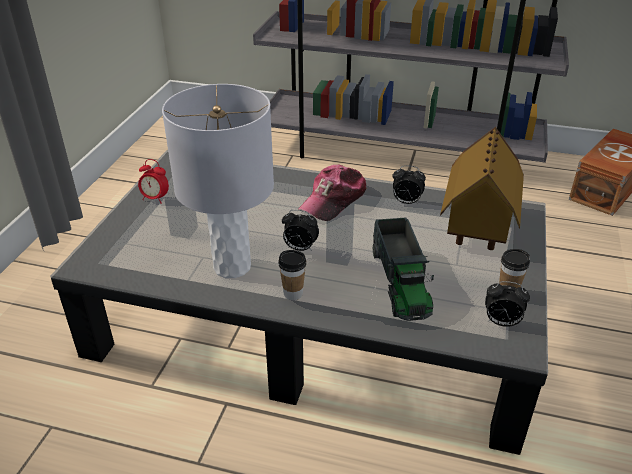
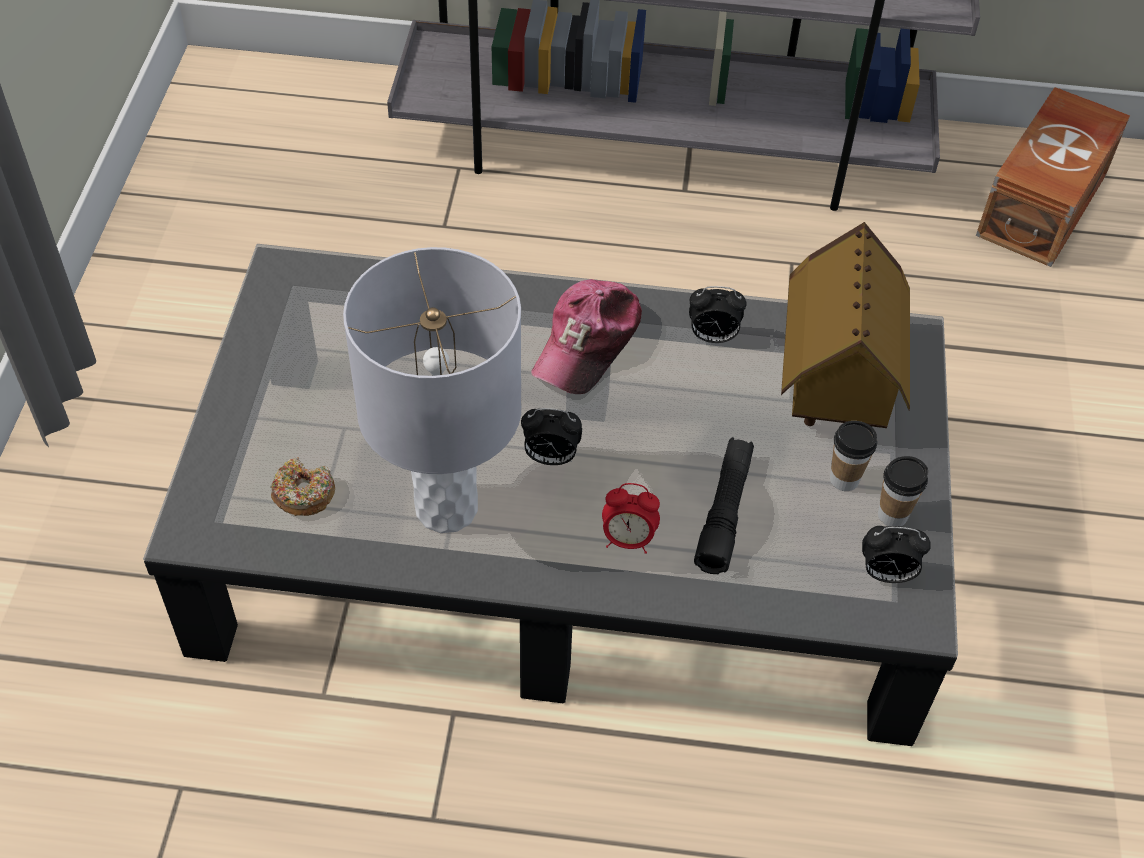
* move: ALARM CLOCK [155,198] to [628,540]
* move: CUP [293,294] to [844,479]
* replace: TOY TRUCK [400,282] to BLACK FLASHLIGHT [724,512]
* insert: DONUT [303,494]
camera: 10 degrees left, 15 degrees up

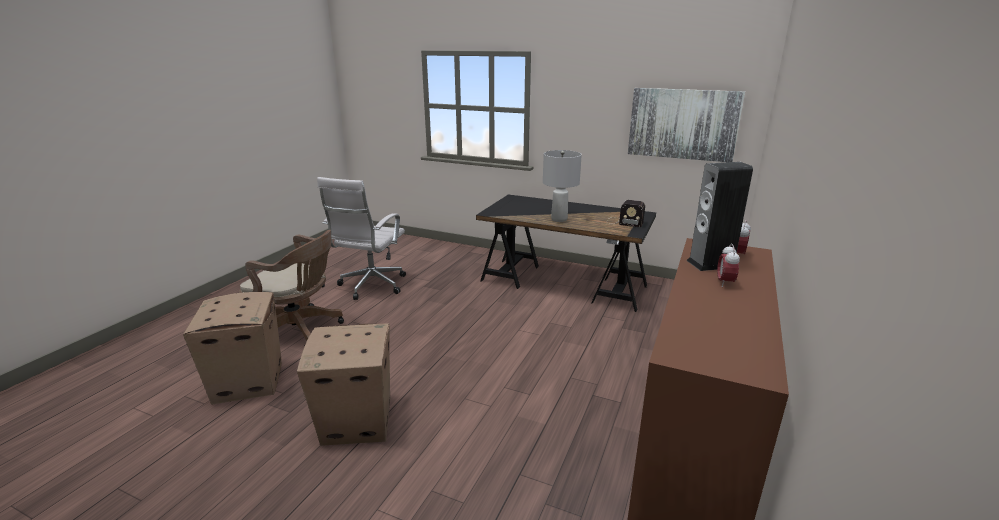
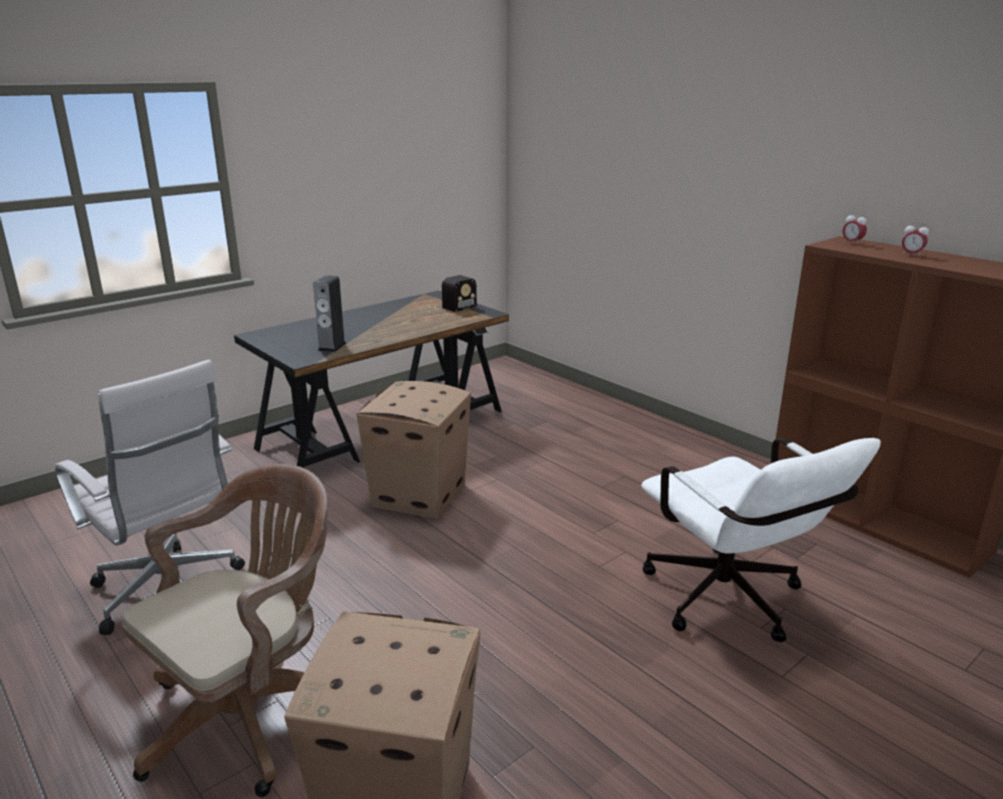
* move: CARDBOARD BOX [355,422] to [418,496]
* delete: GREY TABLE LAMP [559,219]
* delete: PICTURE [683,124]
* move: SPEAKER [711,264] to [332,347]
* insert: WHITE OFFICE CHAIR [731,604]
camera: 65 degrees left, 0 degrees up

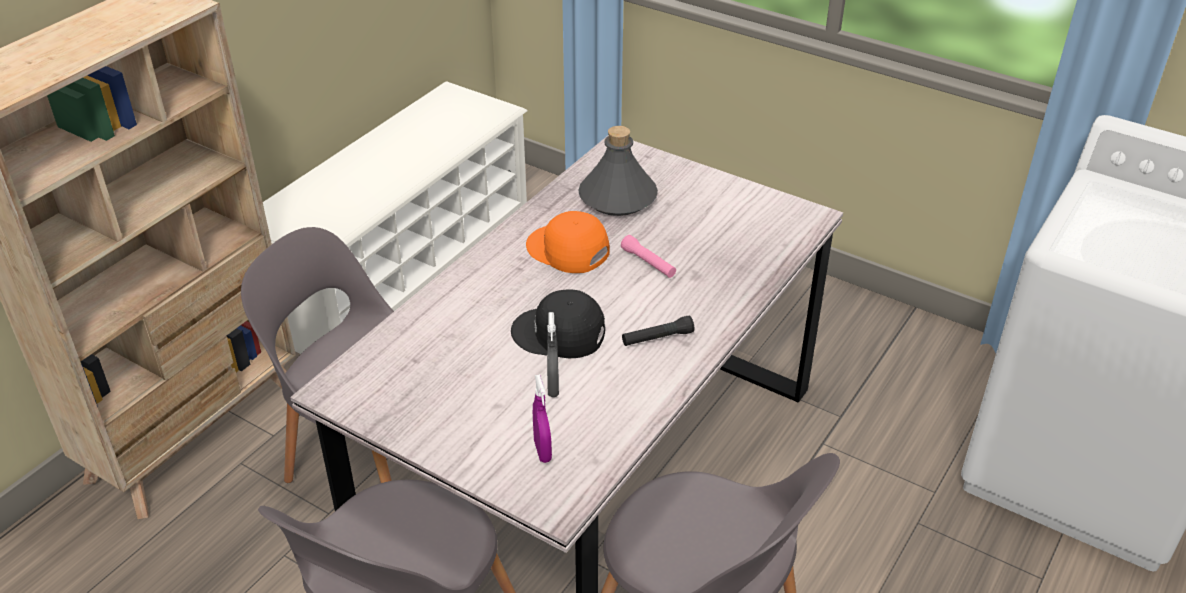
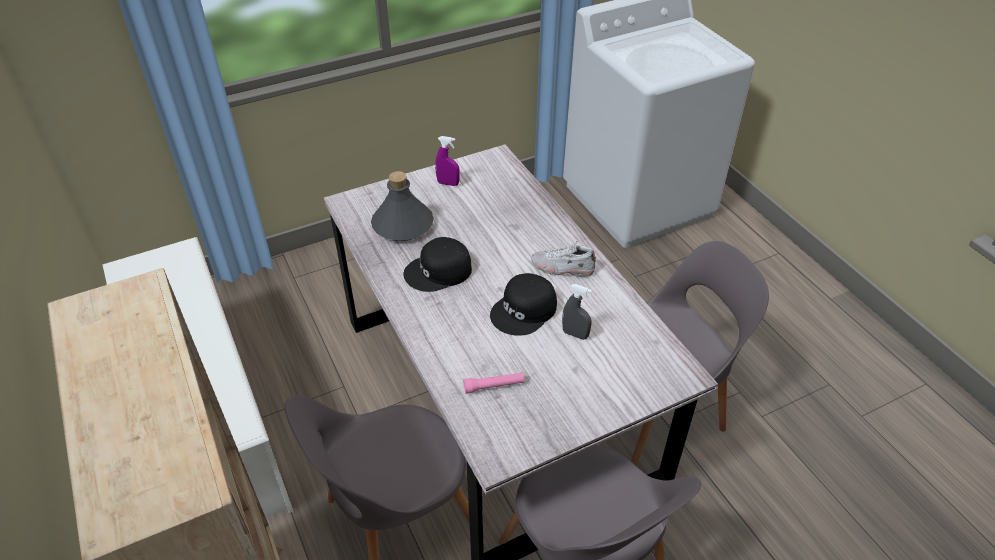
* recolor: ORANGE CAP [567,250] to BLACK CAP [439,271]
* move: PURPLE SPRAY BOTTLE [542,451] to [448,183]
* move: PINK FLASHLIGHT [648,263] to [493,386]
* replace: BLACK FLASHLIGHT [657,338] to WHITE SHOE [562,268]
camera: 60 degrees left, 5 degrees up

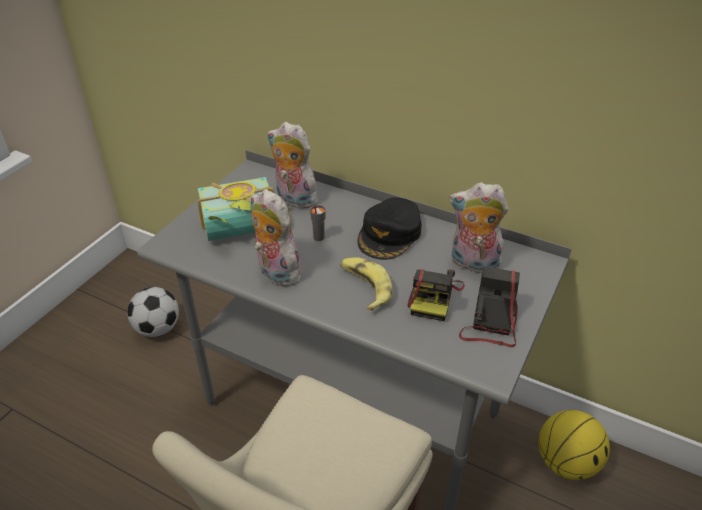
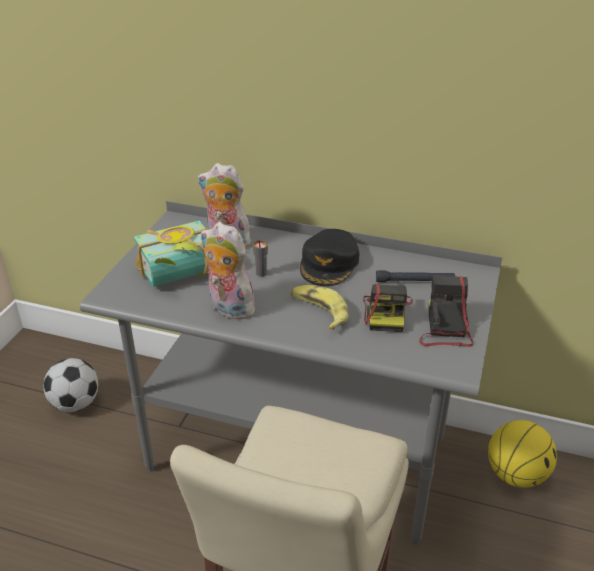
* replace: PLUSH TOY [472,264] to BLACK FLASHLIGHT [414,281]
camera: 10 degrees left, 5 degrees down

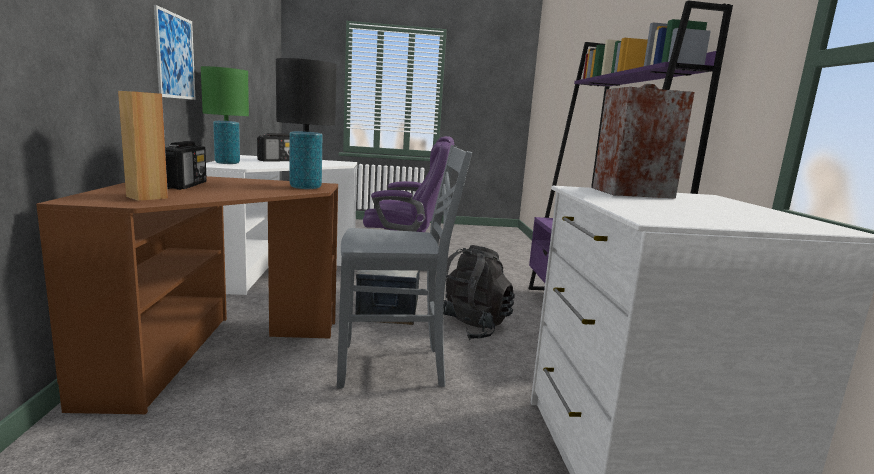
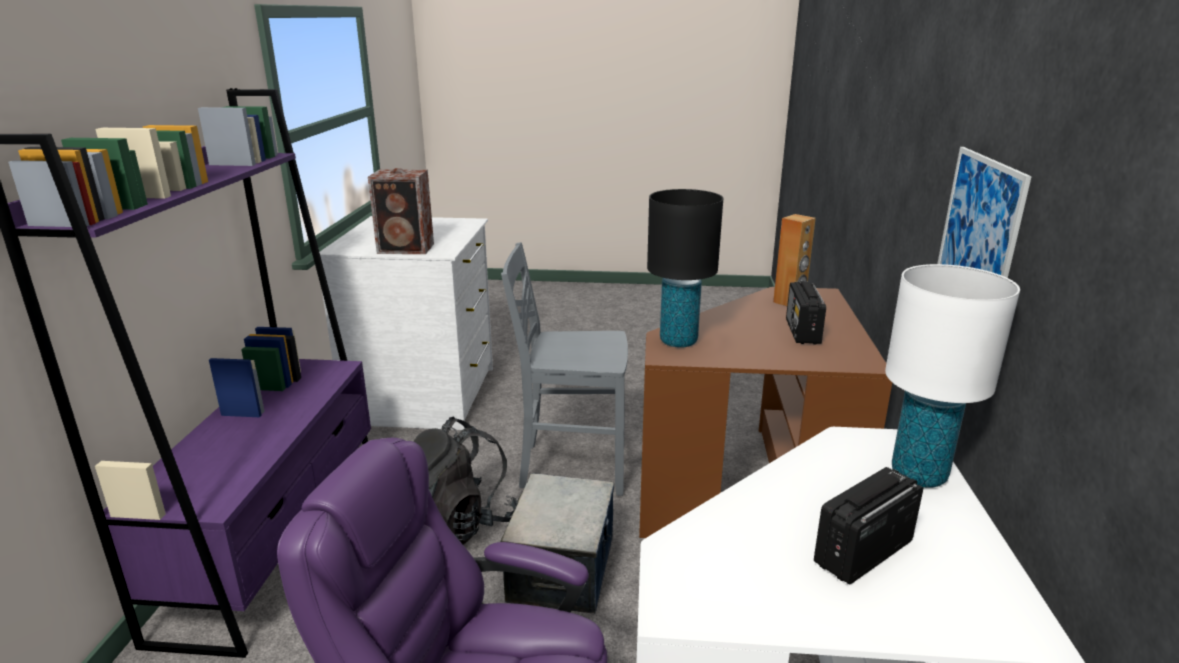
* recolor: GREEN TABLE LAMP [227,163] to WHITE TABLE LAMP [918,475]
camera: 170 degrees left, 10 degrees up

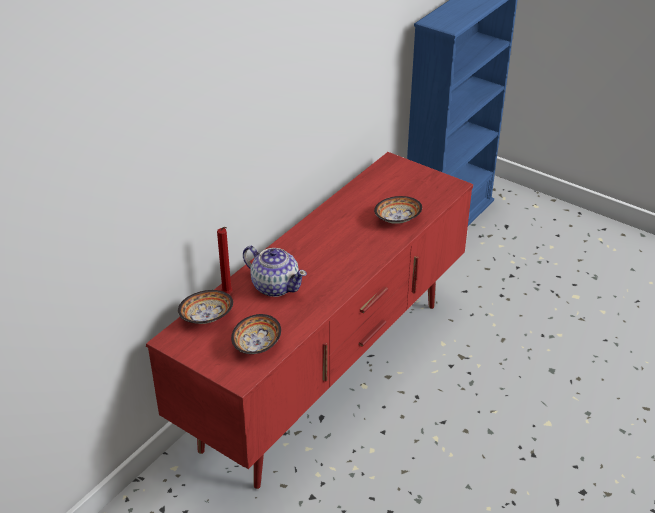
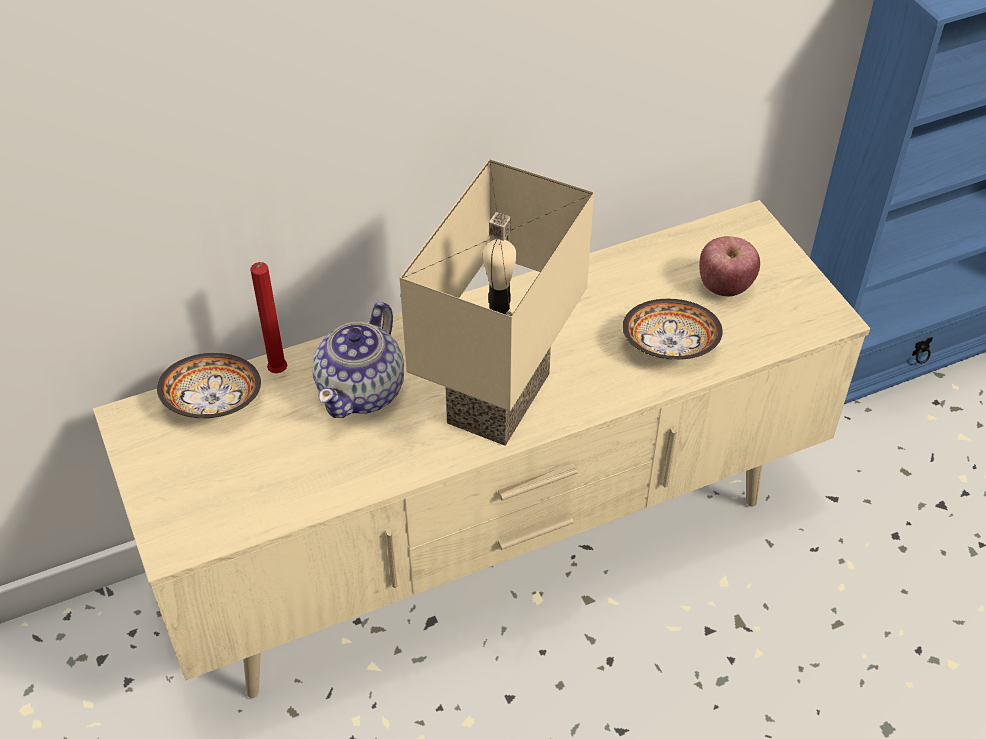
* recolor: RED TV STAND [327,375] to BEIGE TV STAND [492,549]
* delete: BOWL [255,345]
* rotate: TEAPOT [275,286] = [362,390] 45 degrees clockwise
* insert: BEIGE TABLE LAMP [503,401]
* insert: APPLE [725,286]
camera: 30 degrees right, 10 degrees up

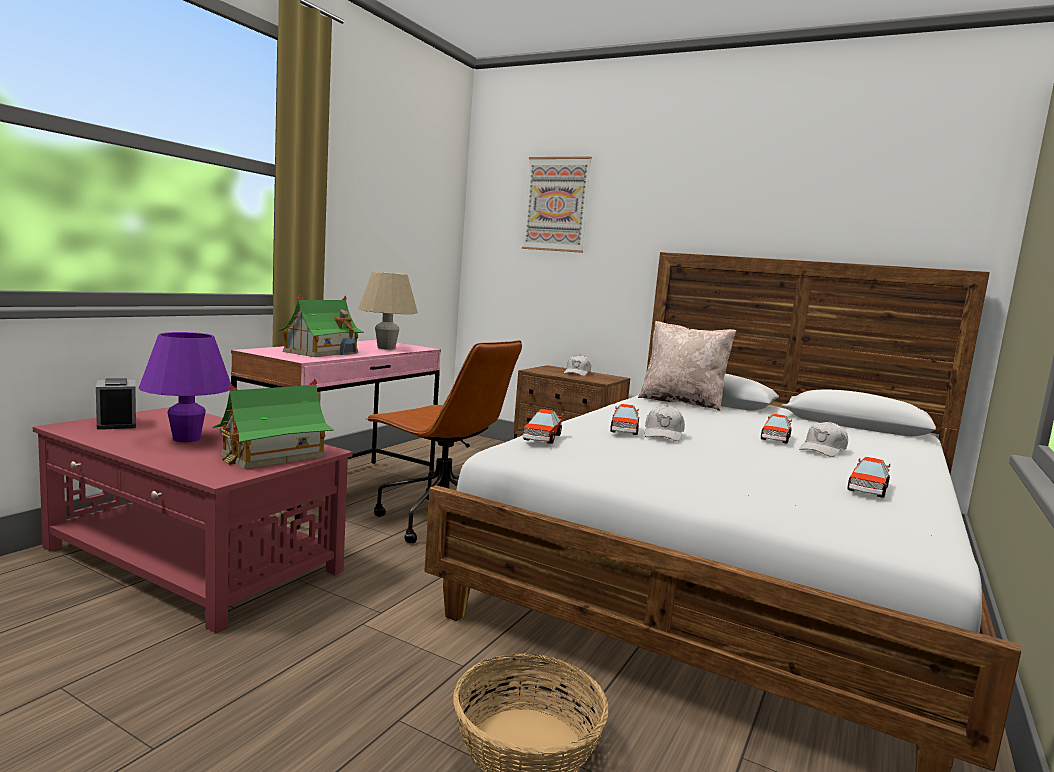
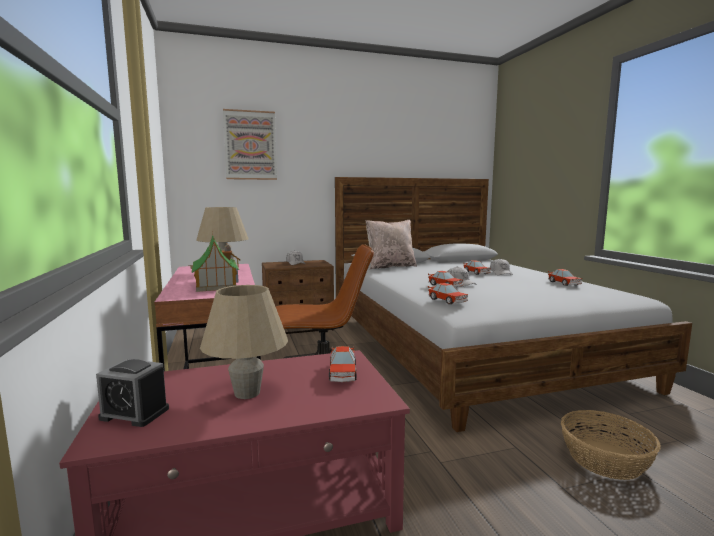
* recolor: PURPLE TABLE LAMP [186,439] to BEIGE TABLE LAMP [247,393]
* replace: TOY HOUSE [273,455] to TOY CAR [342,373]
camera: 45 degrees left, 0 degrees up

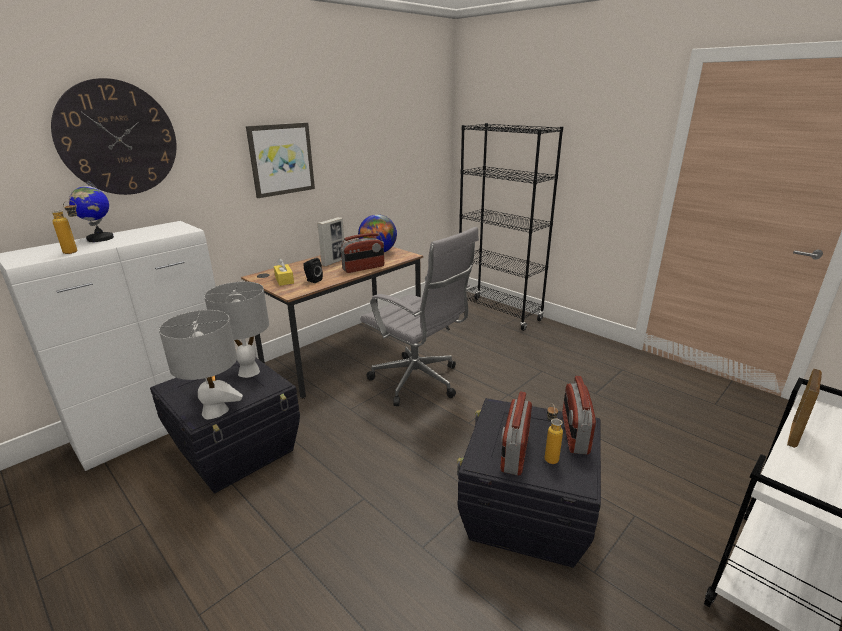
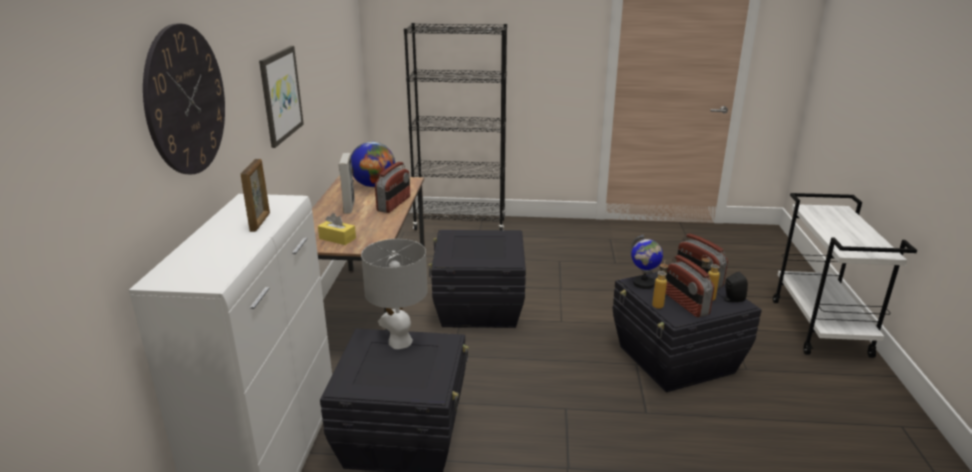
* move: BOTTLE [76,251] to [658,303]
* move: GLOBE [100,238] to [643,283]
* delete: GREY TABLE LAMP [215,411]
* move: BLACK SPEAKER [313,280] to [732,299]
* replace: GREY OFFICE CHAIR [419,382] to BLACK STORAGE BOX [478,308]
* move: PICTURE FRAME [794,434] to [260,222]
camera: 40 degrees left, 0 degrees up

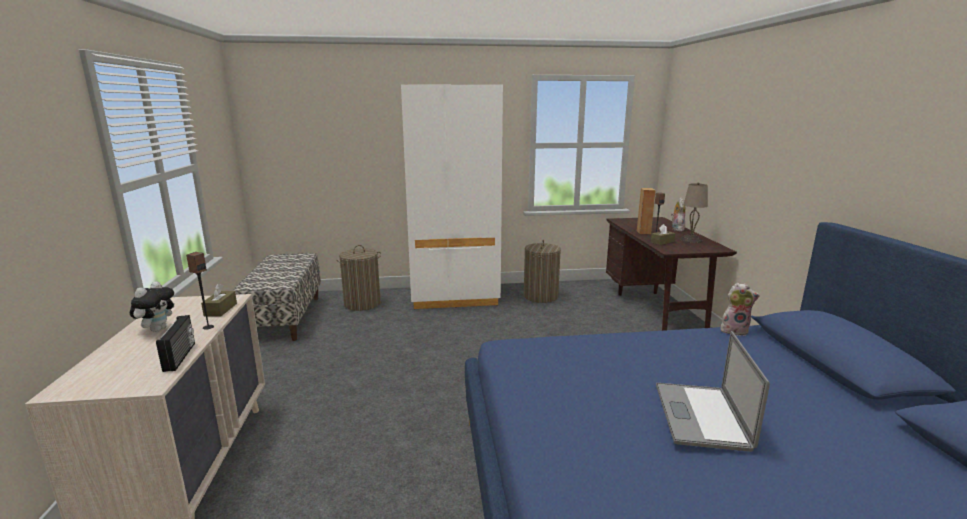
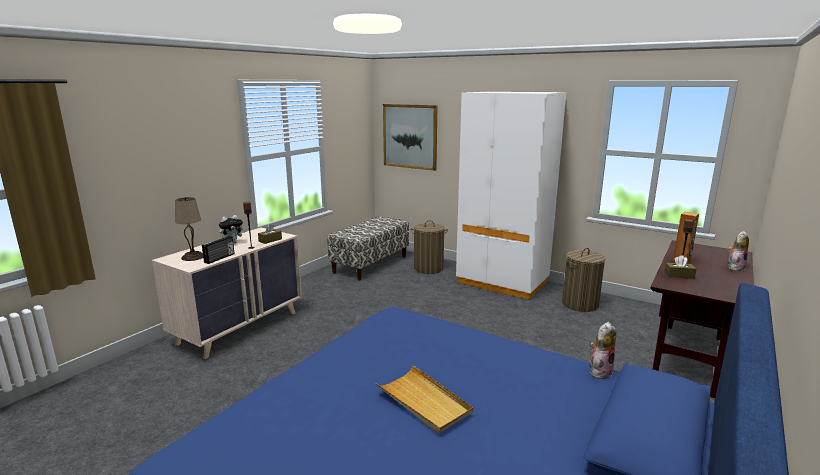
* replace: LAPTOP [701,415] to BEIGE TRAY [424,401]
* move: BEIGE TABLE LAMP [691,240] to [193,257]
* rotate: PLUSH TOY [734,330] = [599,371] 90 degrees counterclockwise
* insert: PICTURE [410,136]
camera: 40 degrees right, 0 degrees up

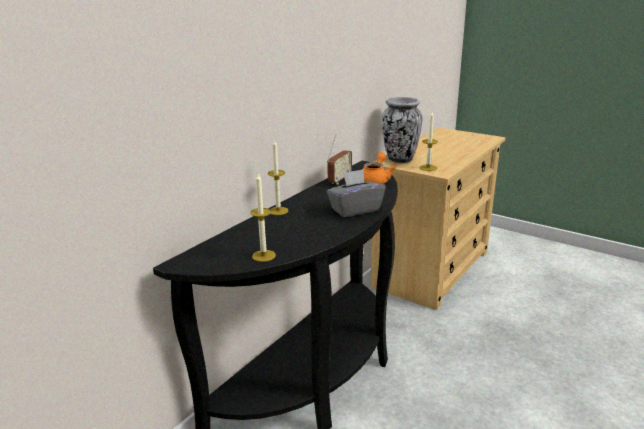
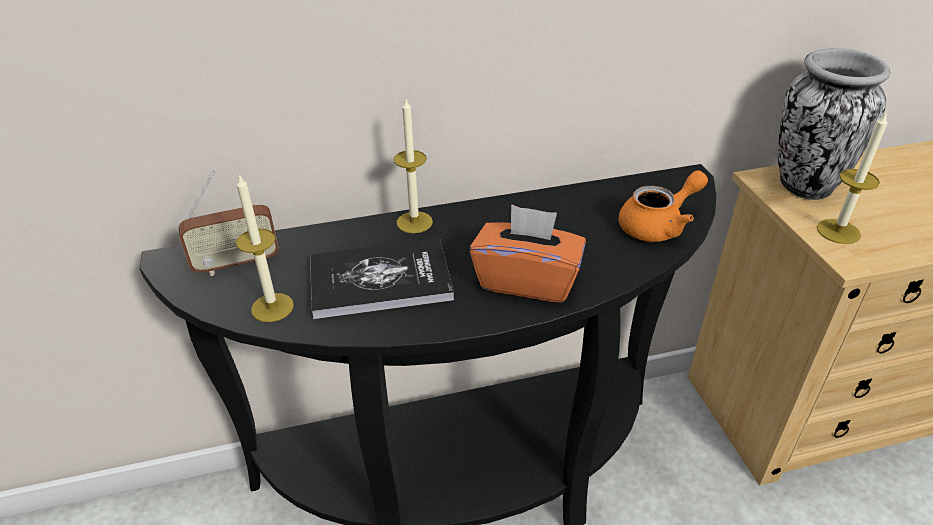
* move: RADIO [339,180] to [237,264]
* recolor: GREY TISSUE BOX [355,210] to ORANGE TISSUE BOX [527,280]
* insert: BOOK [380,280]
camera: 40 degrees right, 15 degrees up

